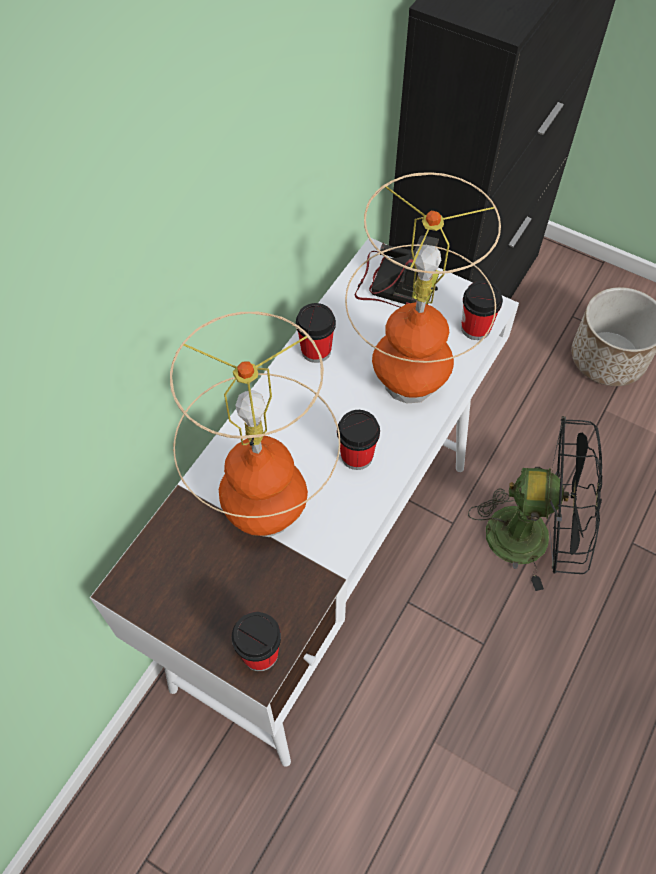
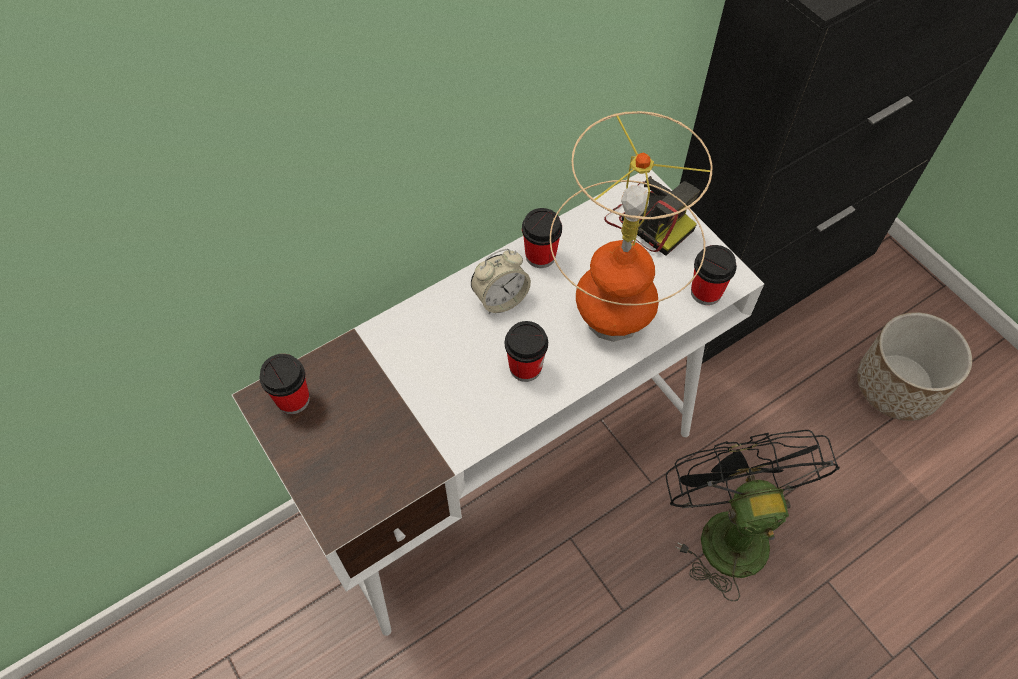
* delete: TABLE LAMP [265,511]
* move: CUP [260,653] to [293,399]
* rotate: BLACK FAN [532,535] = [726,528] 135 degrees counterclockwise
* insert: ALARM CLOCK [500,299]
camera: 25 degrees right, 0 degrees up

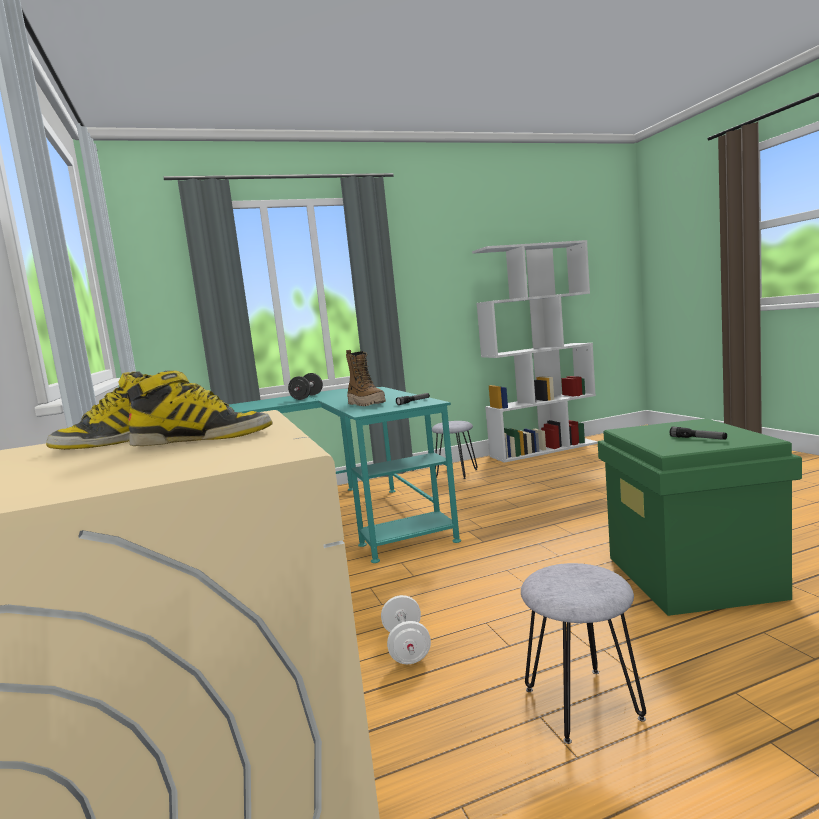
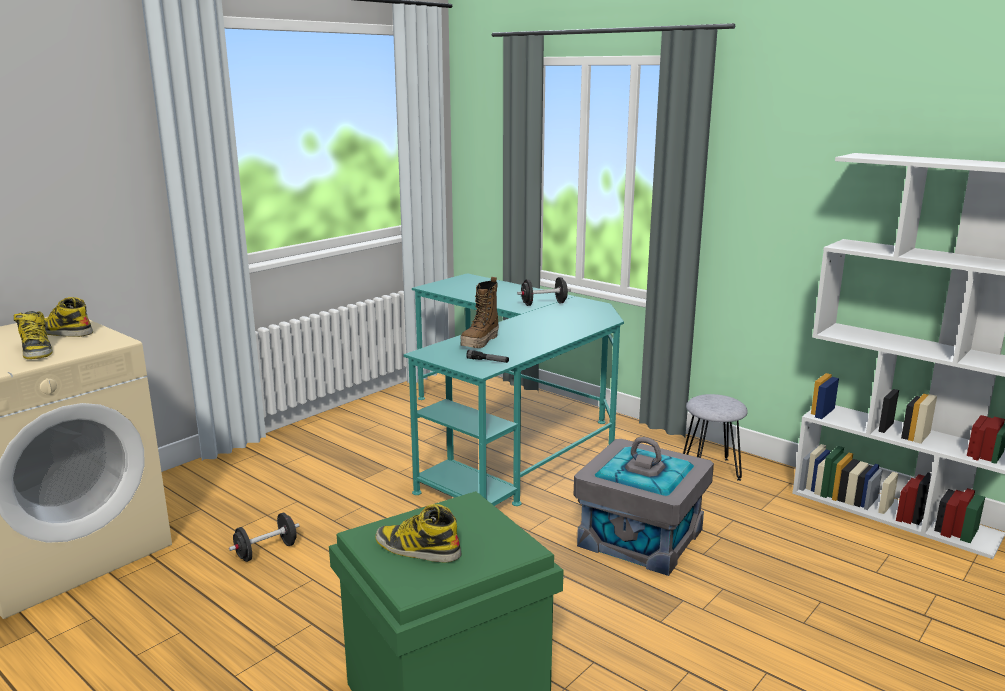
* recolor: WHITE DUMBBELL [406,647] to BLACK DUMBBELL [266,551]
* delete: GREY STOOL [581,703]
* replace: FLASHLIGHT [698,439] to BOOT [417,549]
* insert: GREY STORAGE BOX [641,537]
camera: 60 degrees right, 10 degrees up

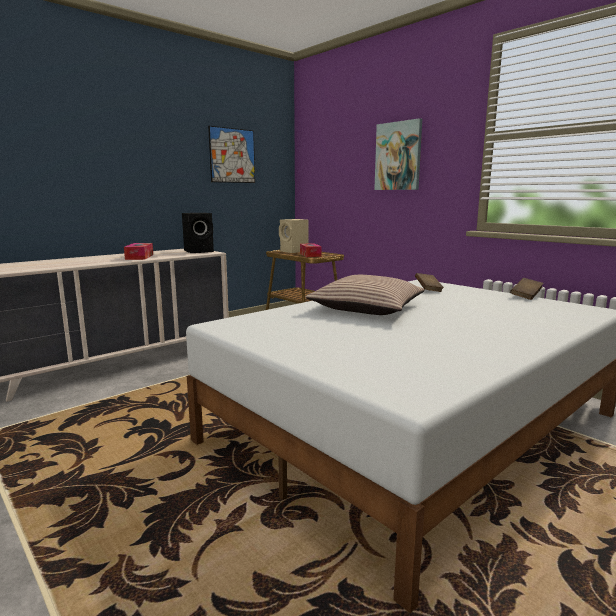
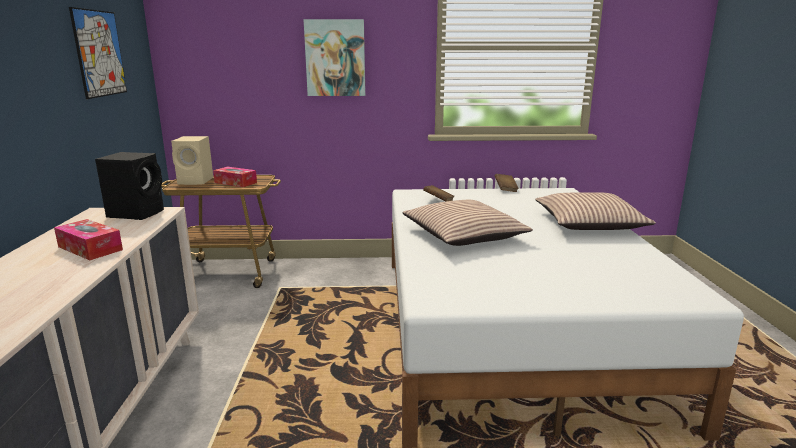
* insert: PILLOW [588,223]
camera: 50 degrees left, 5 degrees up

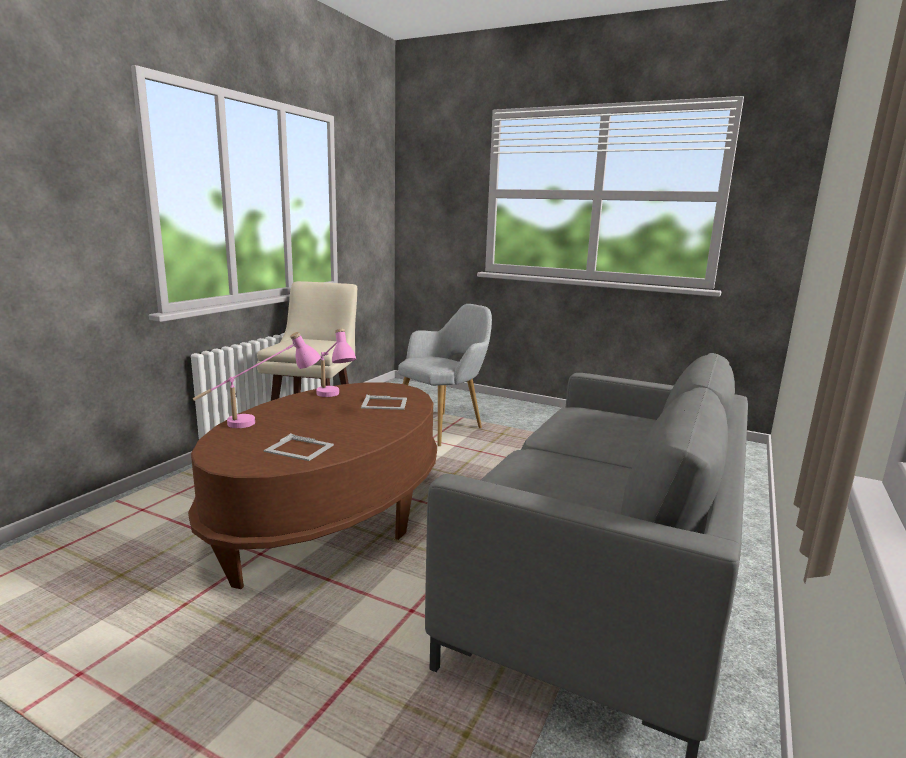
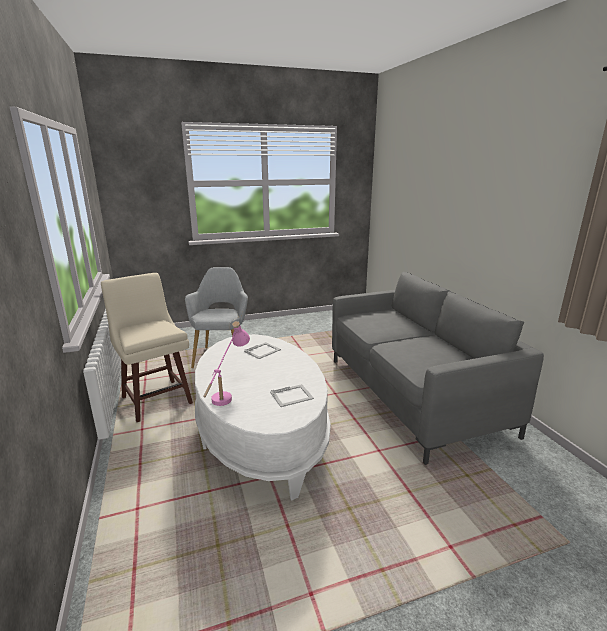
* recolor: BROWN COFFEE TABLE [331,515] to WHITE COFFEE TABLE [261,435]
* delete: PINK TABLE LAMP [332,398]
camera: 45 degrees left, 5 degrees up

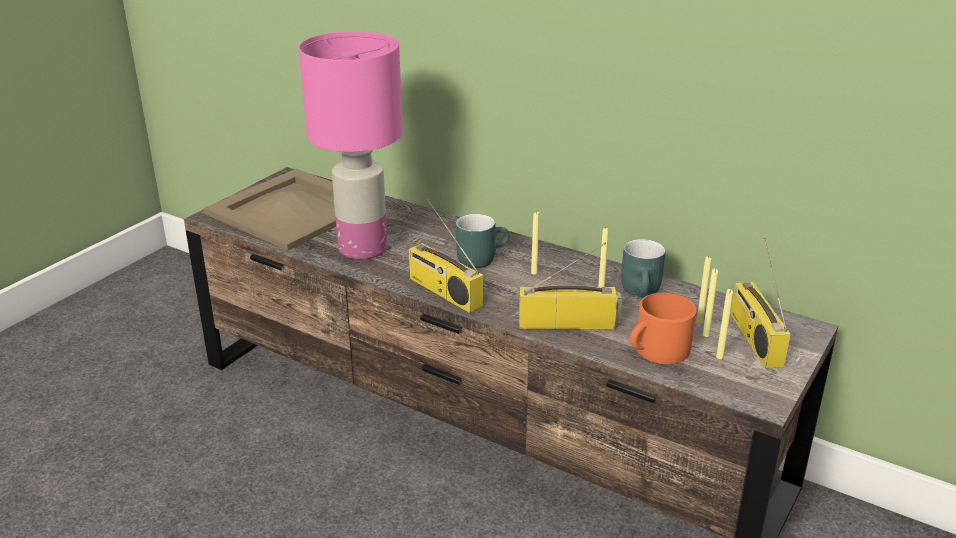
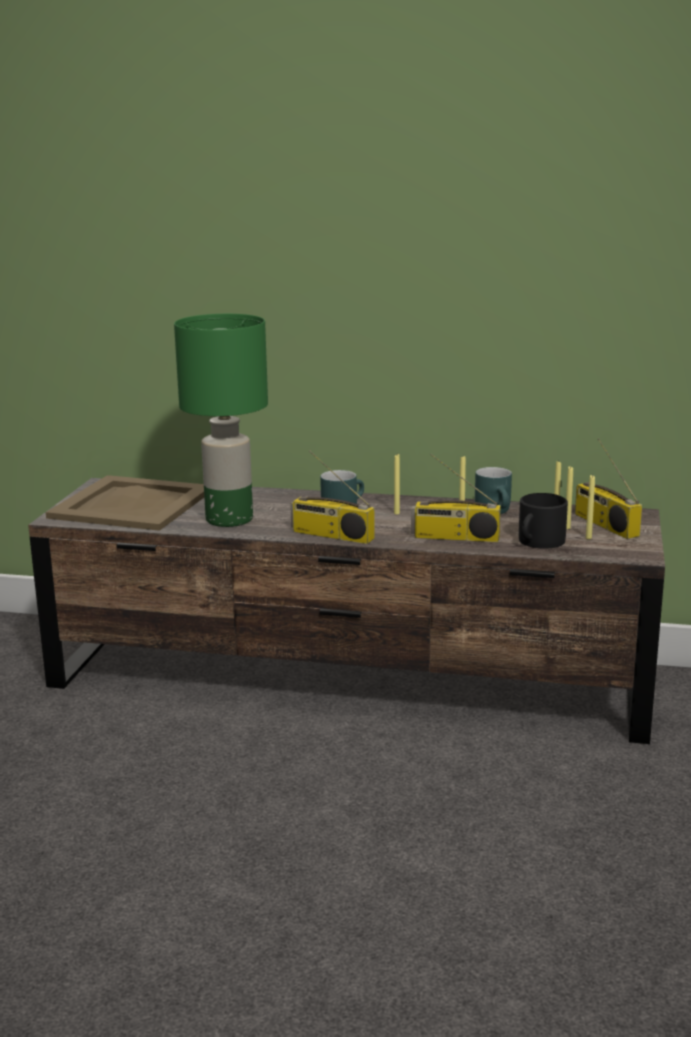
* recolor: PINK TABLE LAMP [363,248] to GREEN TABLE LAMP [229,519]
* rotate: RADIO [568,323] = [454,537] 150 degrees counterclockwise
* recolor: ORANGE MUG [657,350] to BLACK MUG [538,542]
camera: 20 degrees left, 10 degrees down

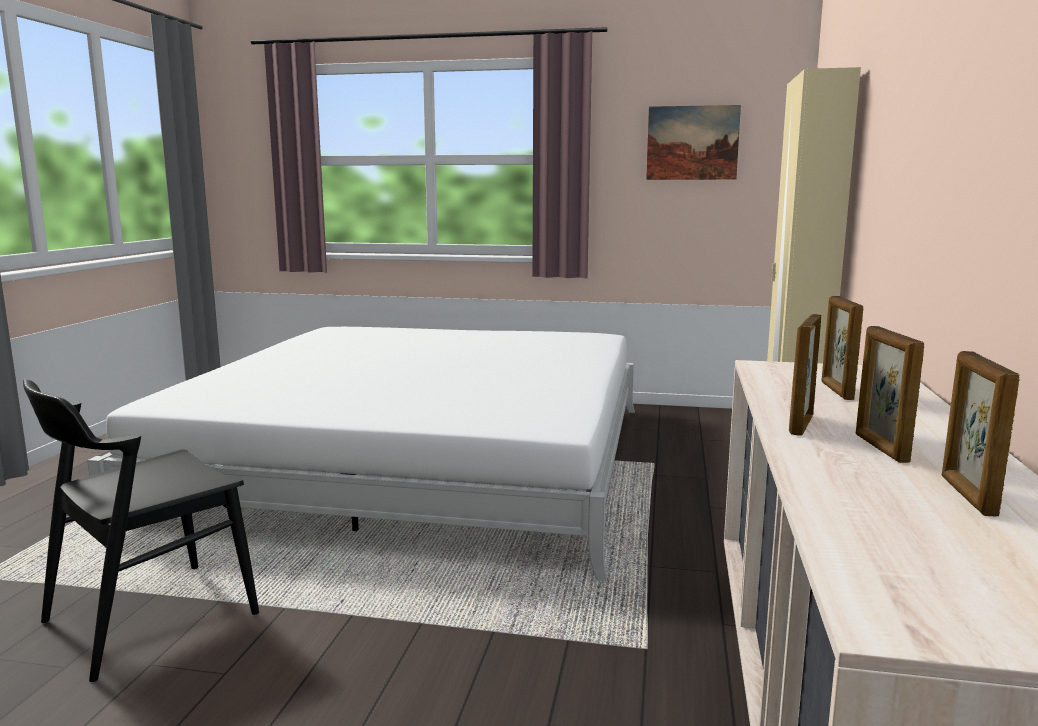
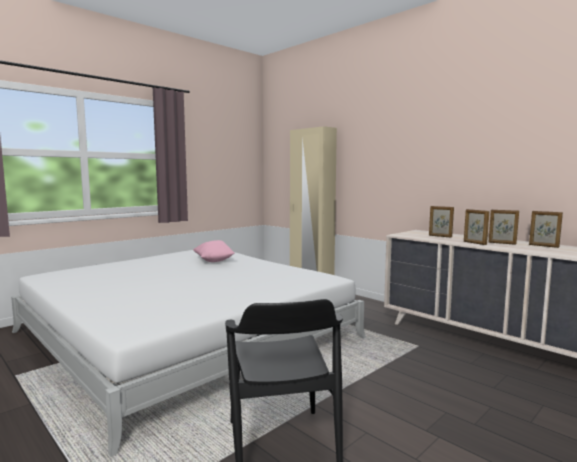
* delete: PICTURE [692,143]
* insert: PINK PILLOW [213,261]
camera: 55 degrees left, 5 degrees down

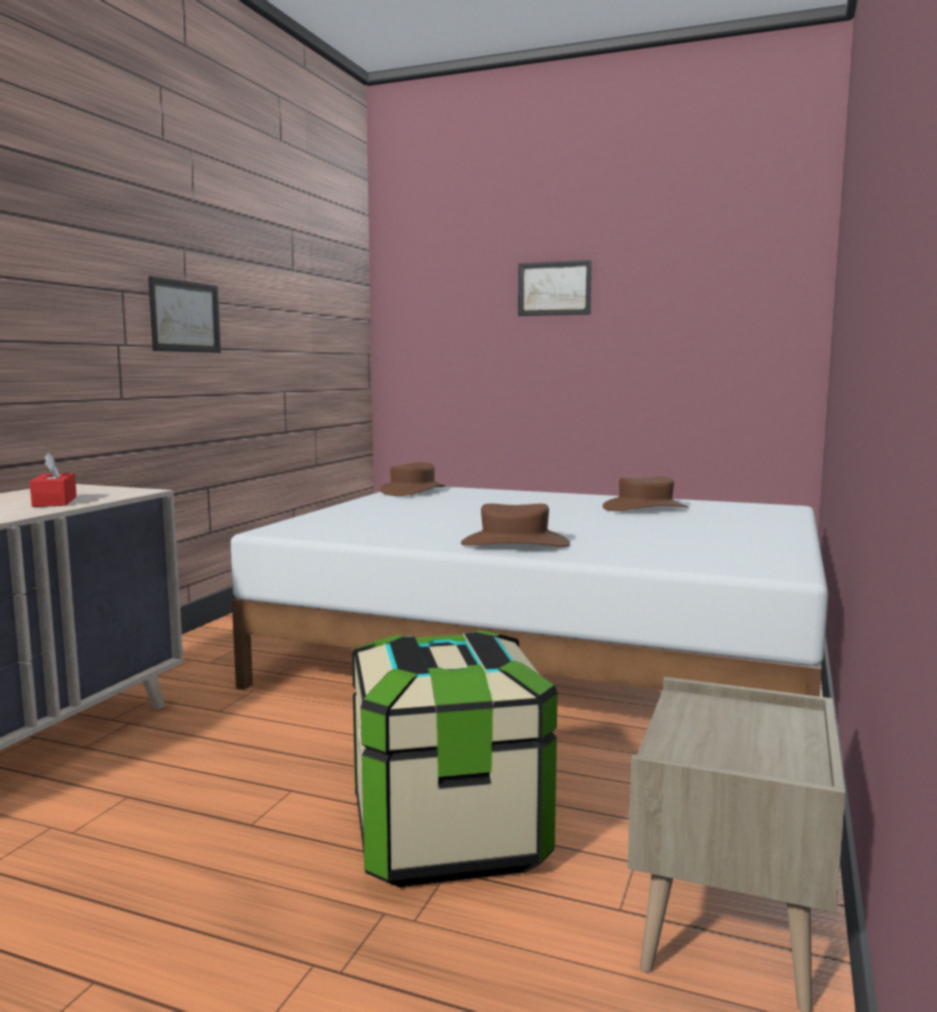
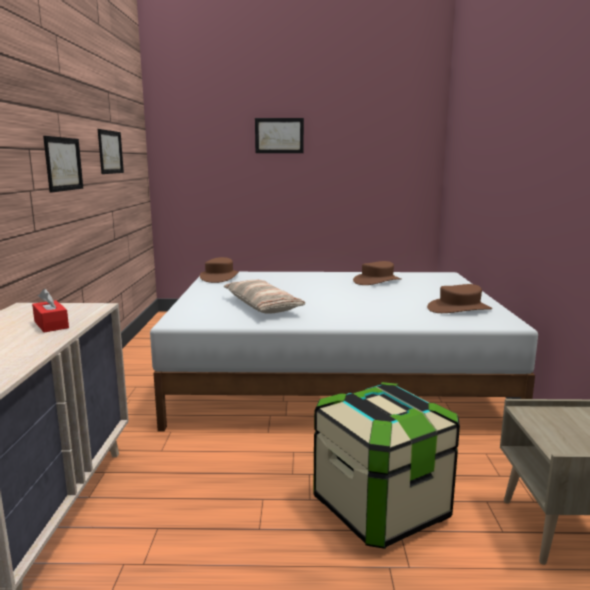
* move: BROWN HAT [515,544] to [459,309]
* insert: PICTURE [110,152]
* insert: PILLOW [262,306]
camera: 20 degrees left, 5 degrees up

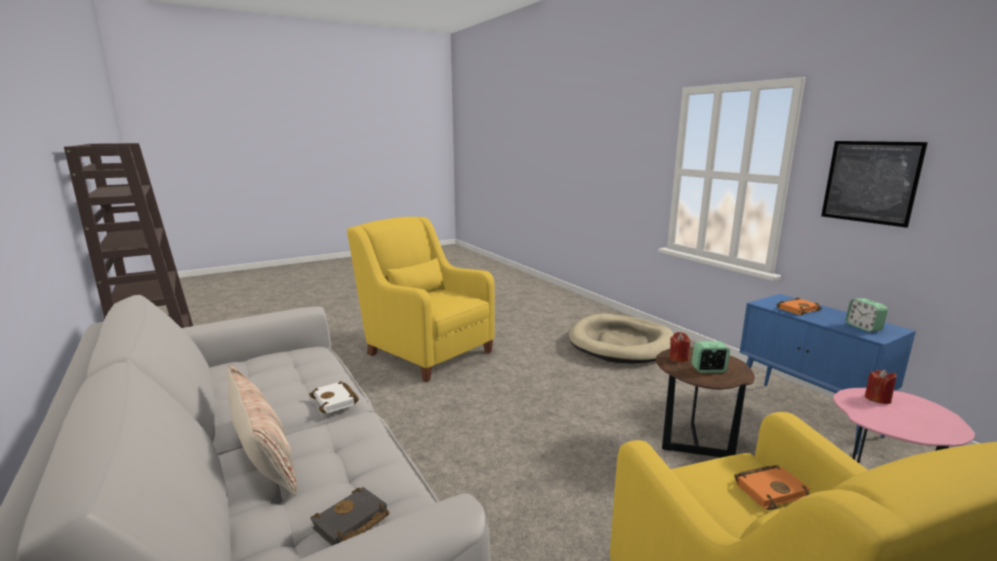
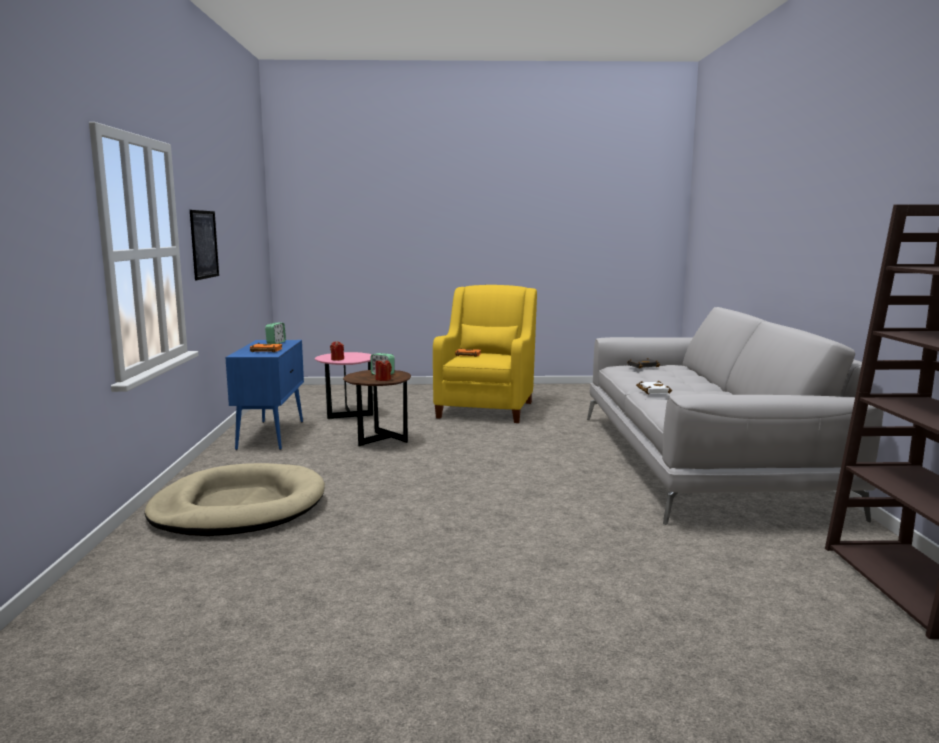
* delete: PILLOW [262,454]
* delete: YELLOW ARMCHAIR [426,351]
camera: 150 degrees left, 5 degrees down

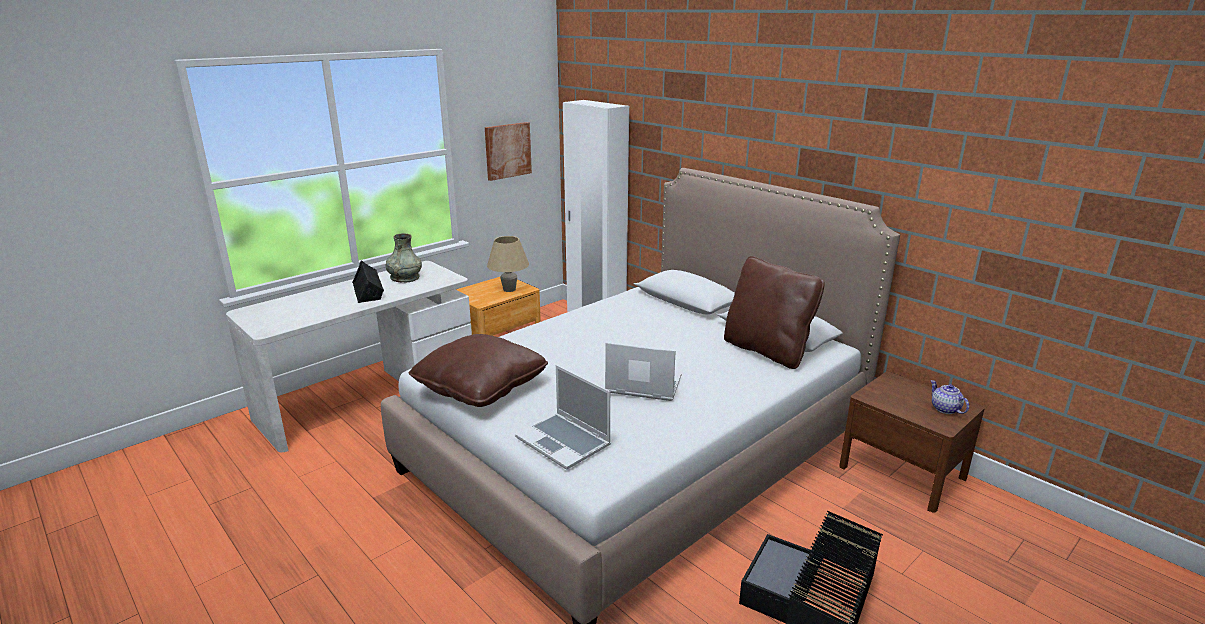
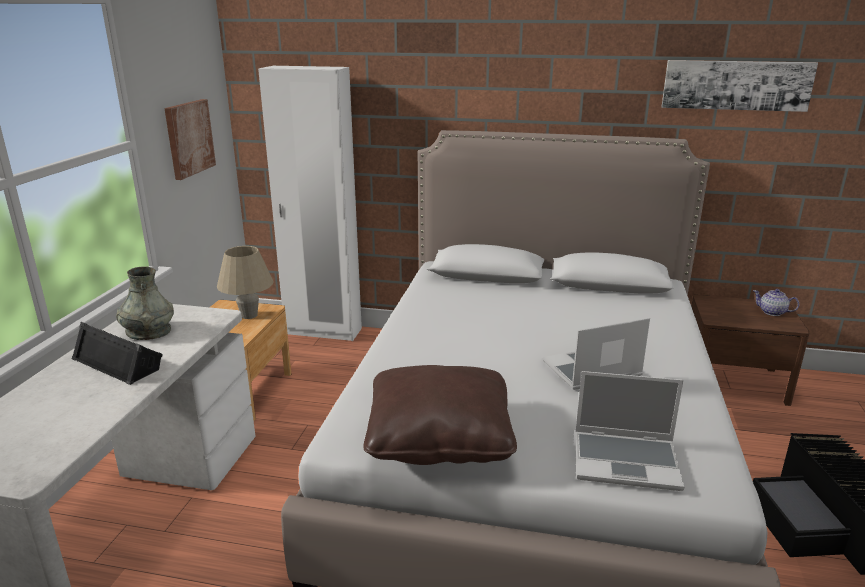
* delete: BROWN PILLOW [767,350]
* insert: PICTURE [736,85]
camera: 35 degrees left, 0 degrees up

